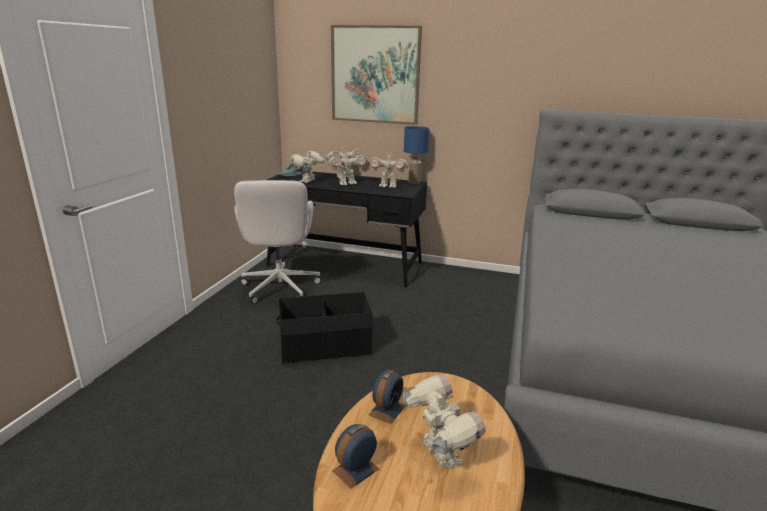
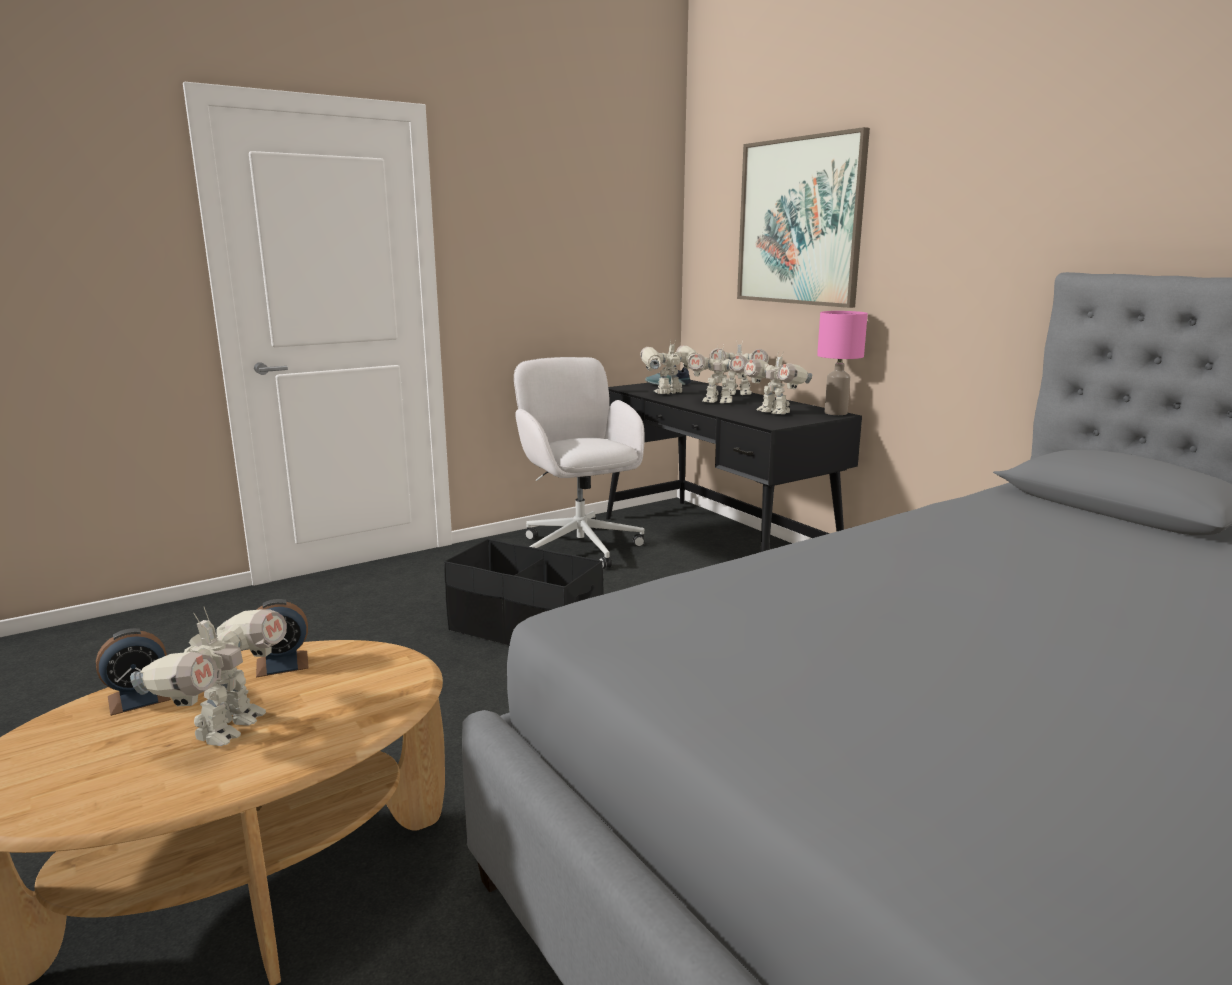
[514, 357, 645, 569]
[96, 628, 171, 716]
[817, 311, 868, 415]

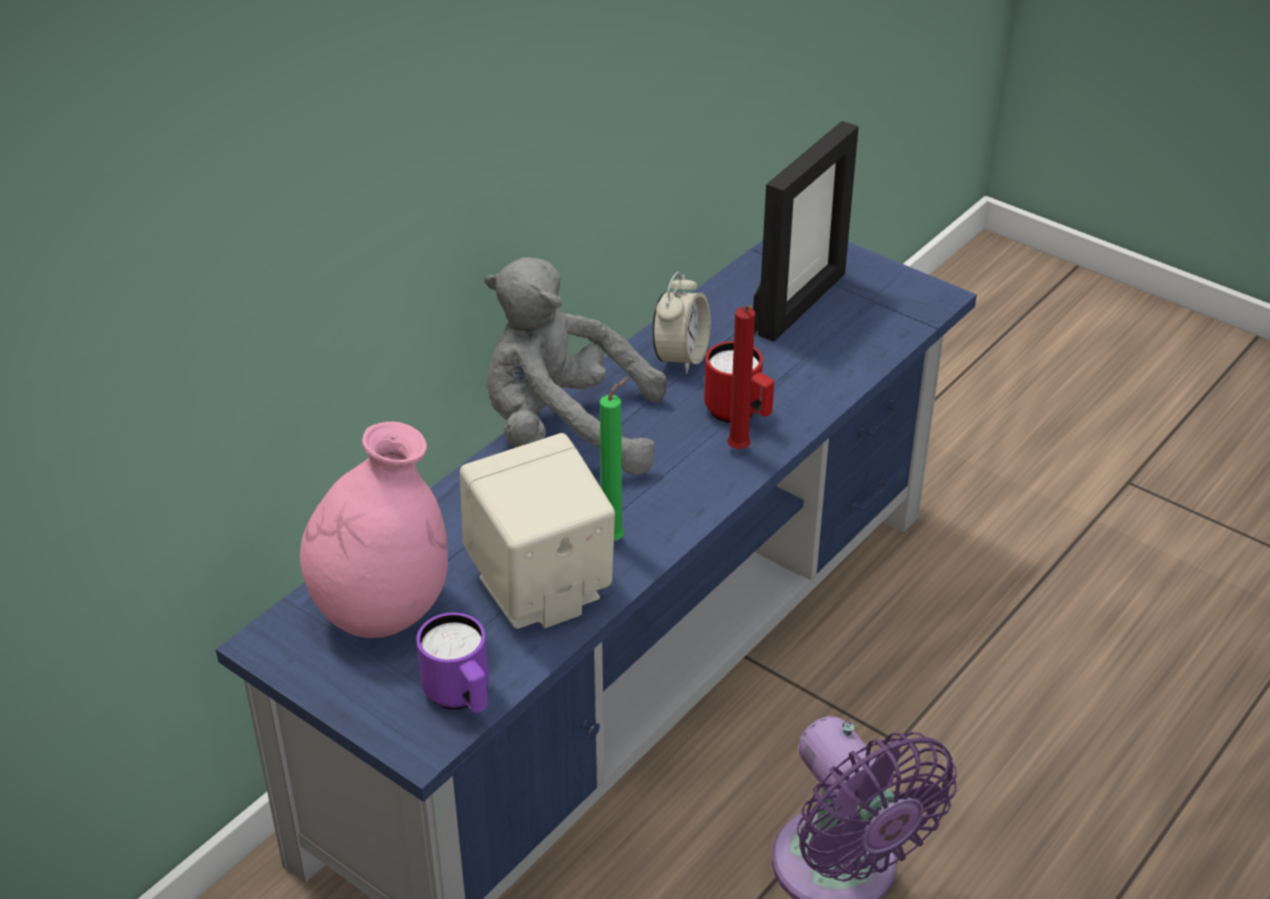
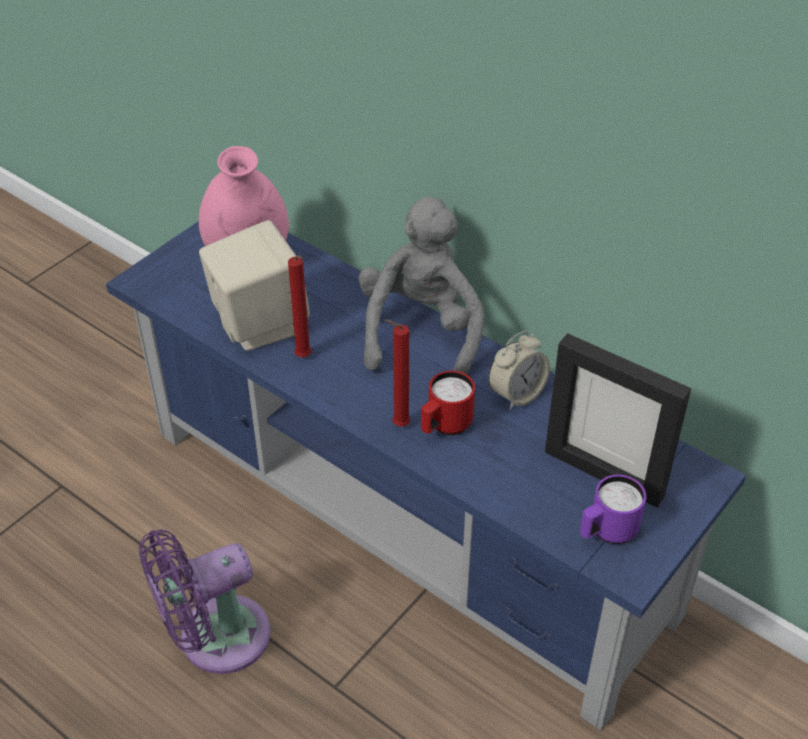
[580, 474, 646, 544]
[288, 255, 312, 357]
[488, 331, 550, 410]

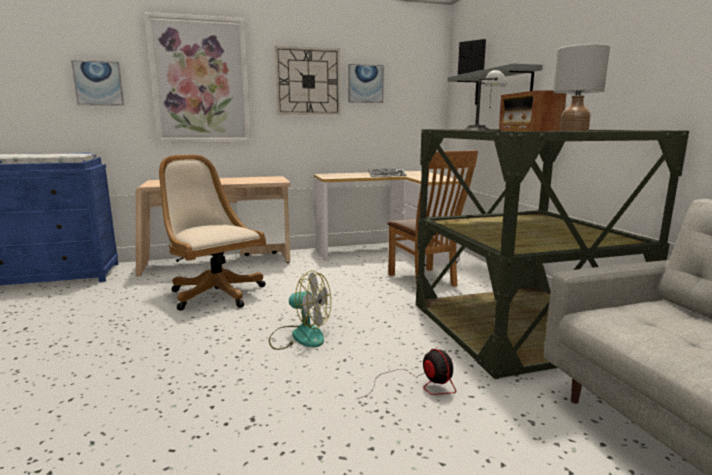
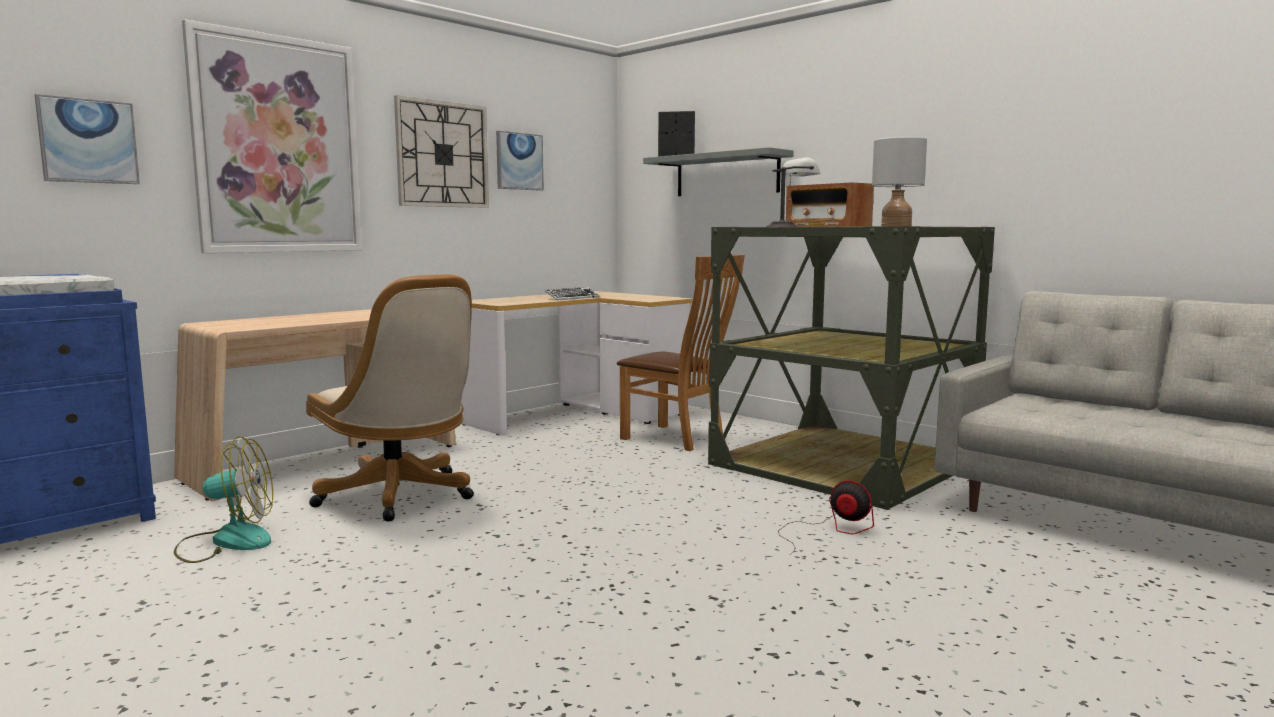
[306, 274, 474, 522]
[174, 436, 273, 563]

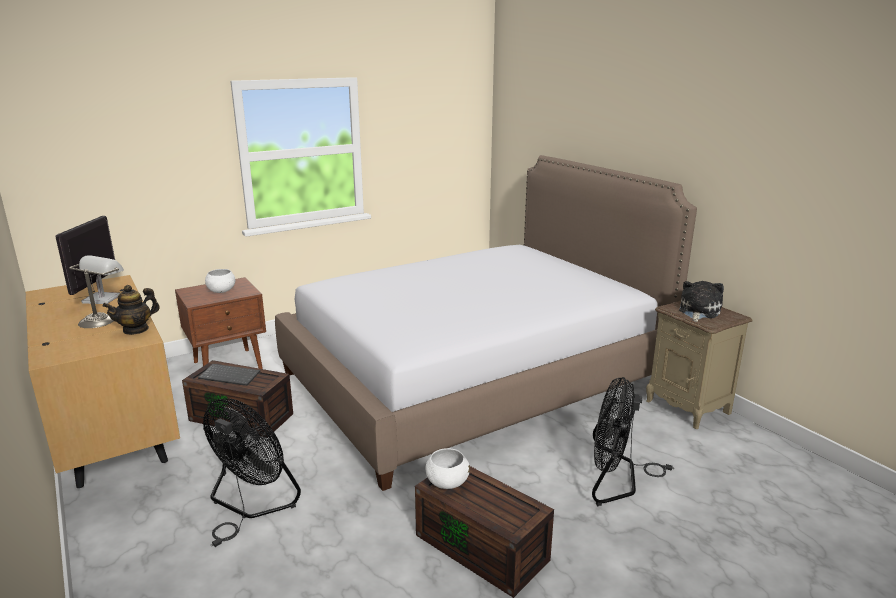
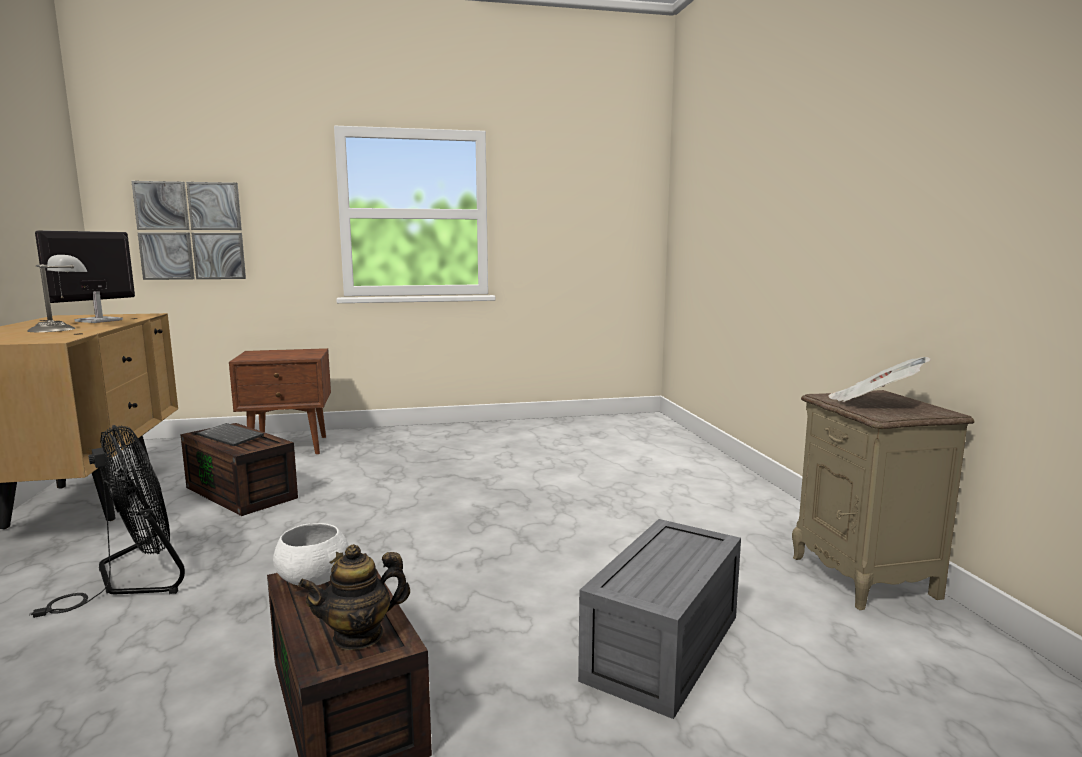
[298, 544, 410, 650]
[205, 269, 235, 293] (first image)
[275, 155, 697, 491] (first image)
[578, 519, 741, 719]
[828, 357, 931, 402]
[132, 181, 246, 280]

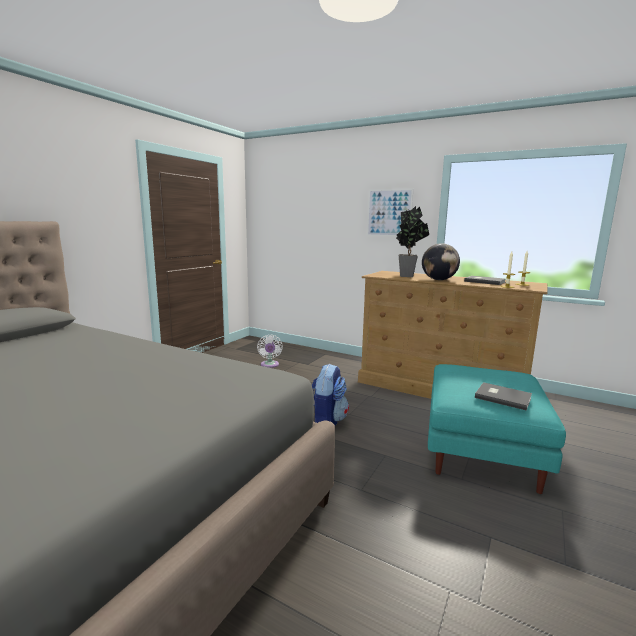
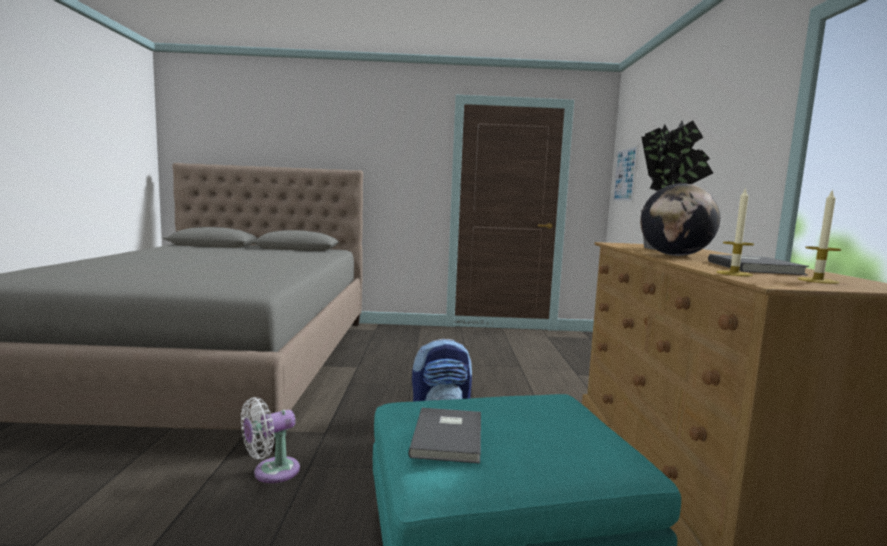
[241, 397, 300, 483]
[612, 144, 639, 202]

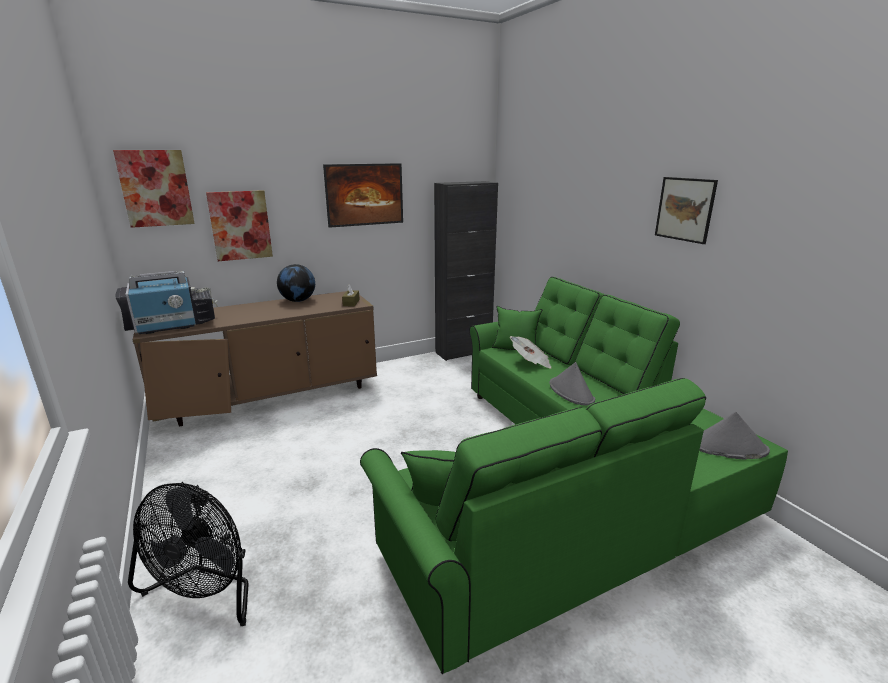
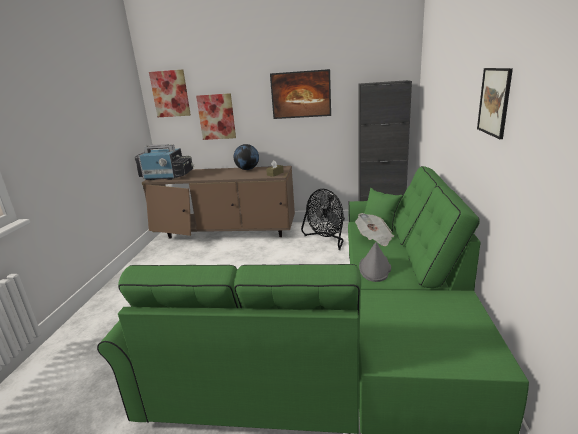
[301, 189, 345, 250]
[699, 412, 770, 459] (first image)

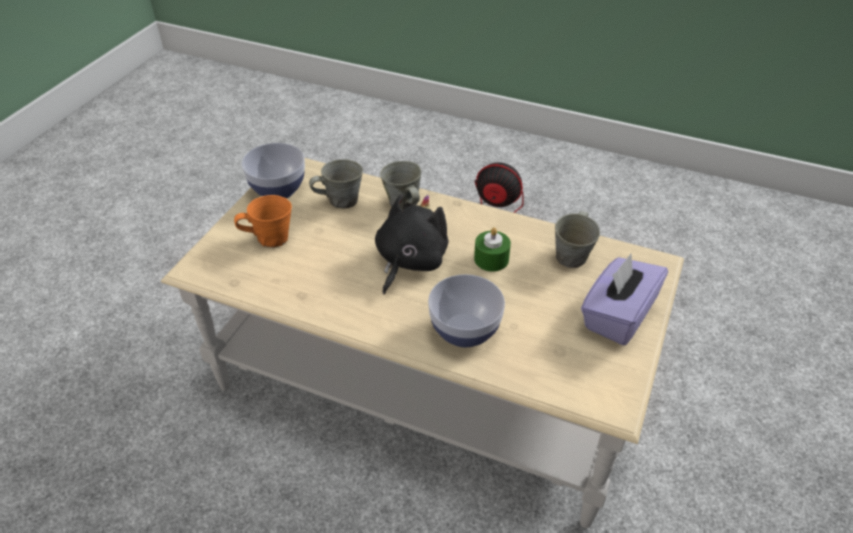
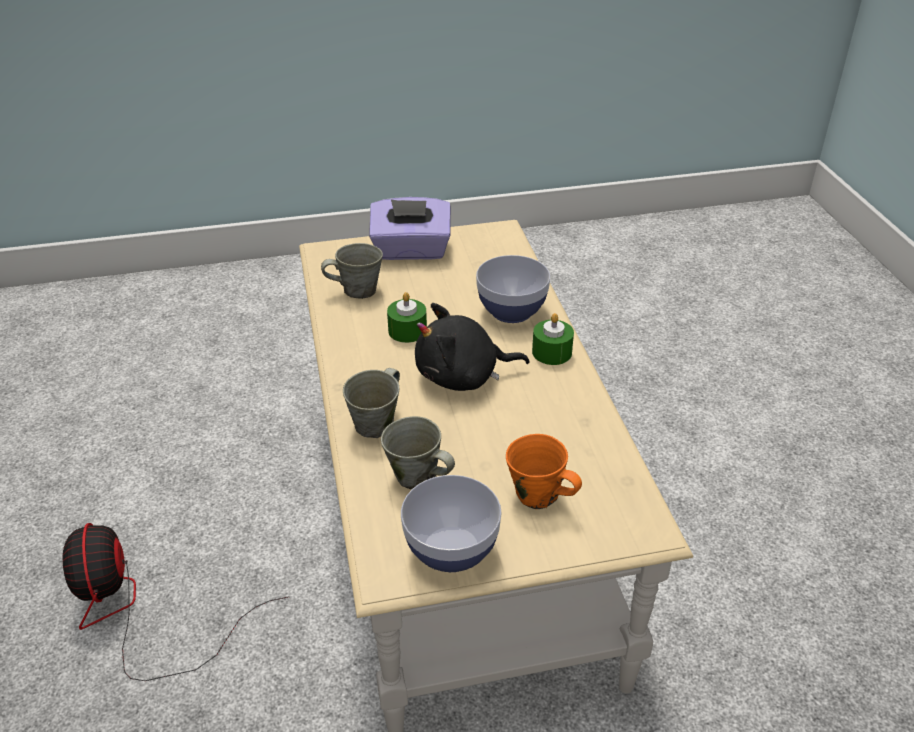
[532, 313, 574, 365]

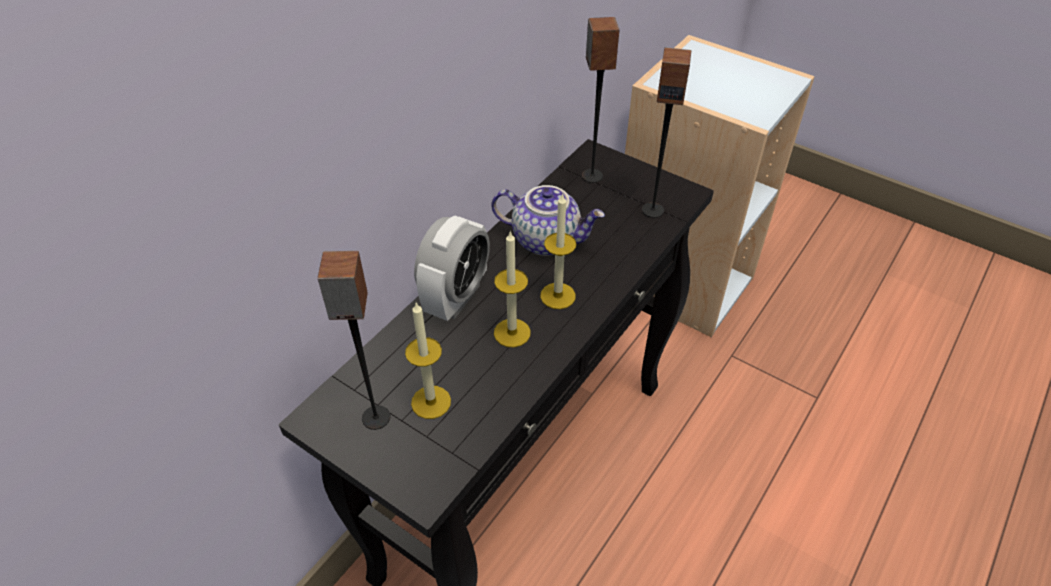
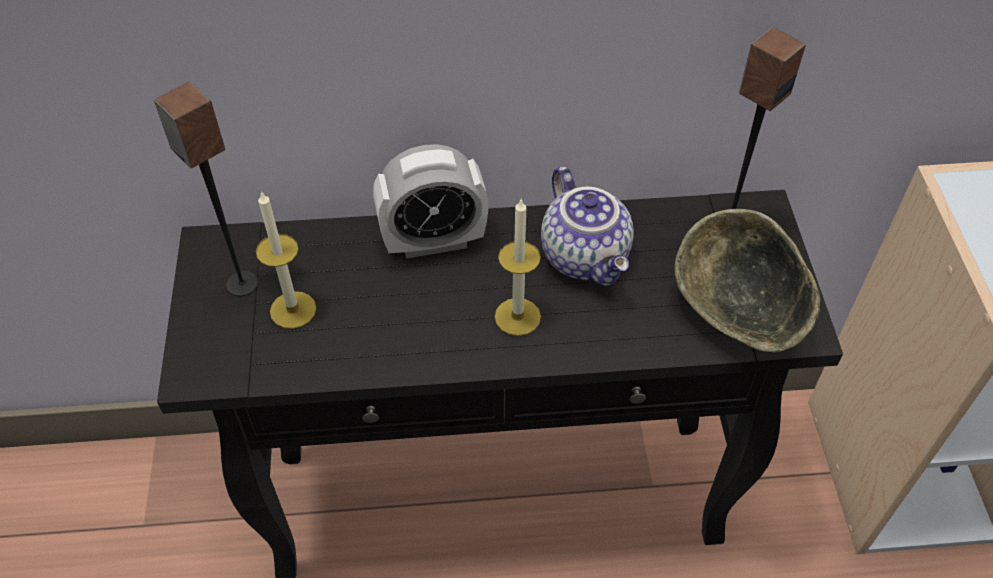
[494, 231, 531, 347] (first image)
[675, 209, 820, 352]

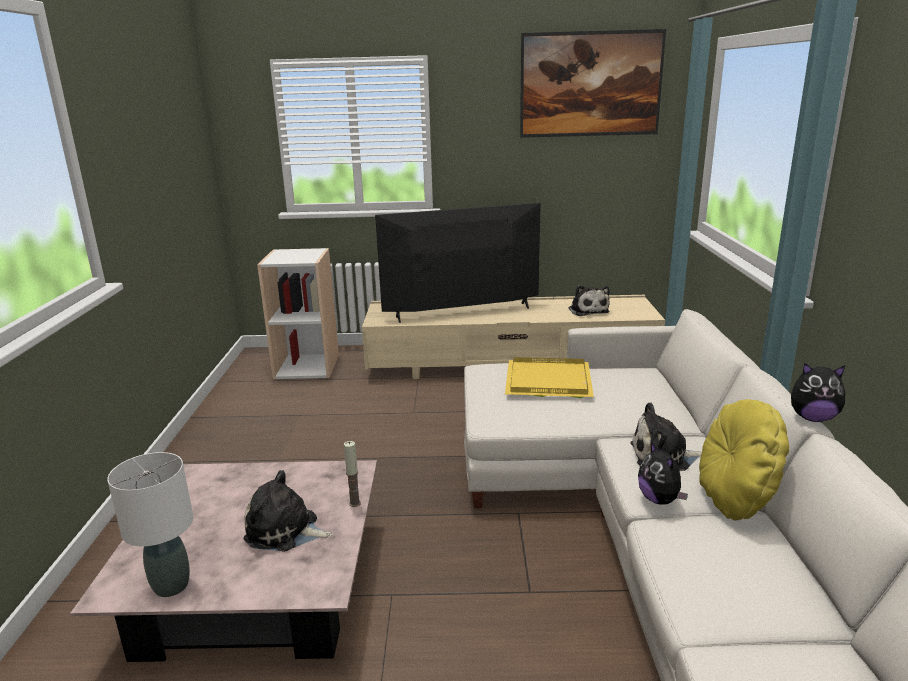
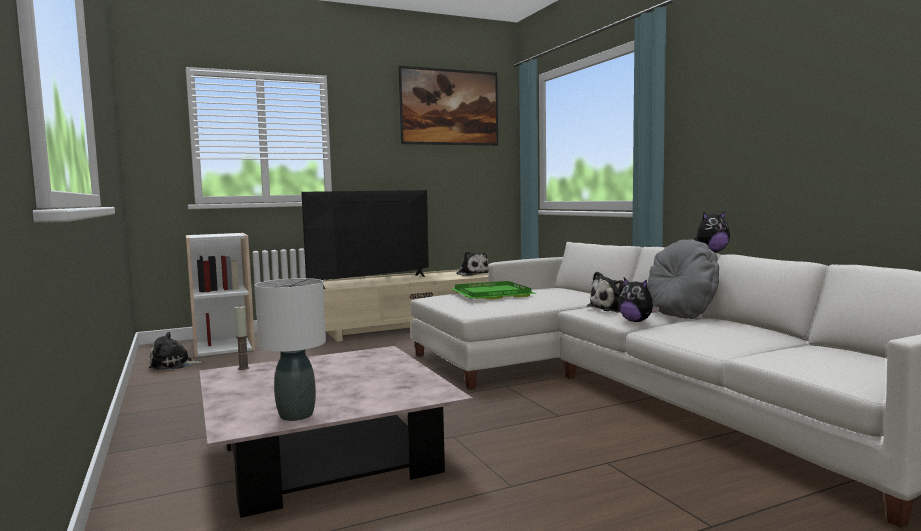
[149, 332, 204, 370]
[235, 306, 250, 370]
[451, 281, 537, 299]
[647, 239, 719, 319]

